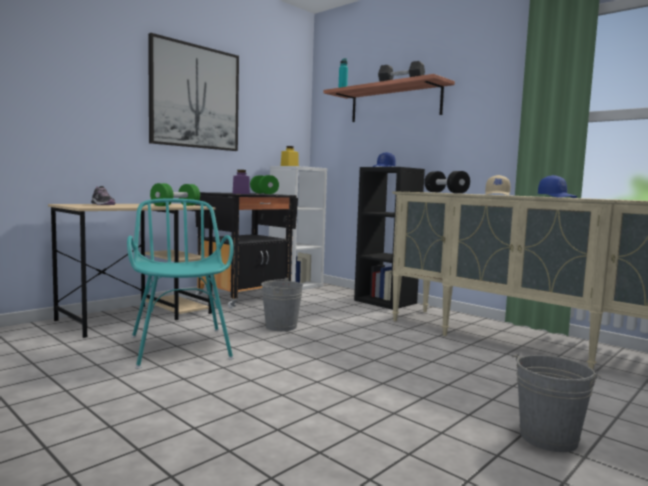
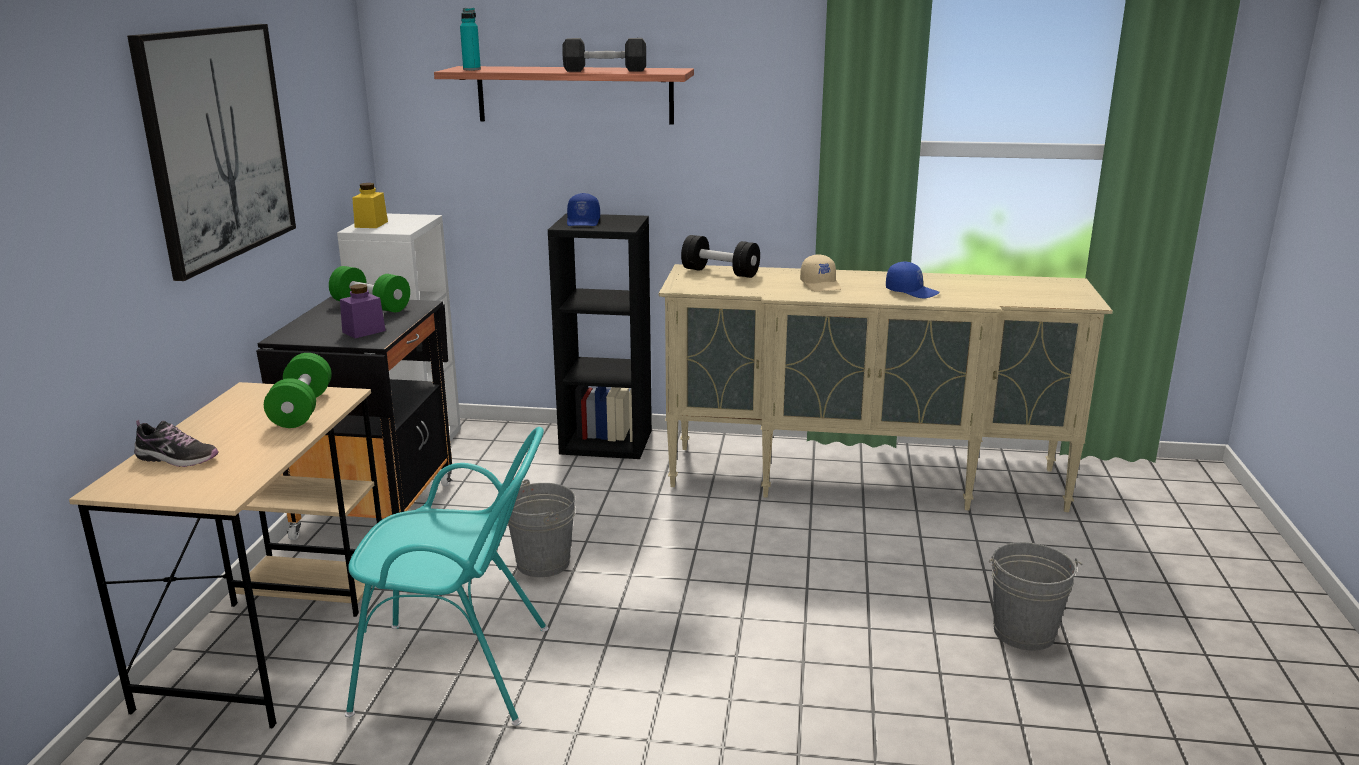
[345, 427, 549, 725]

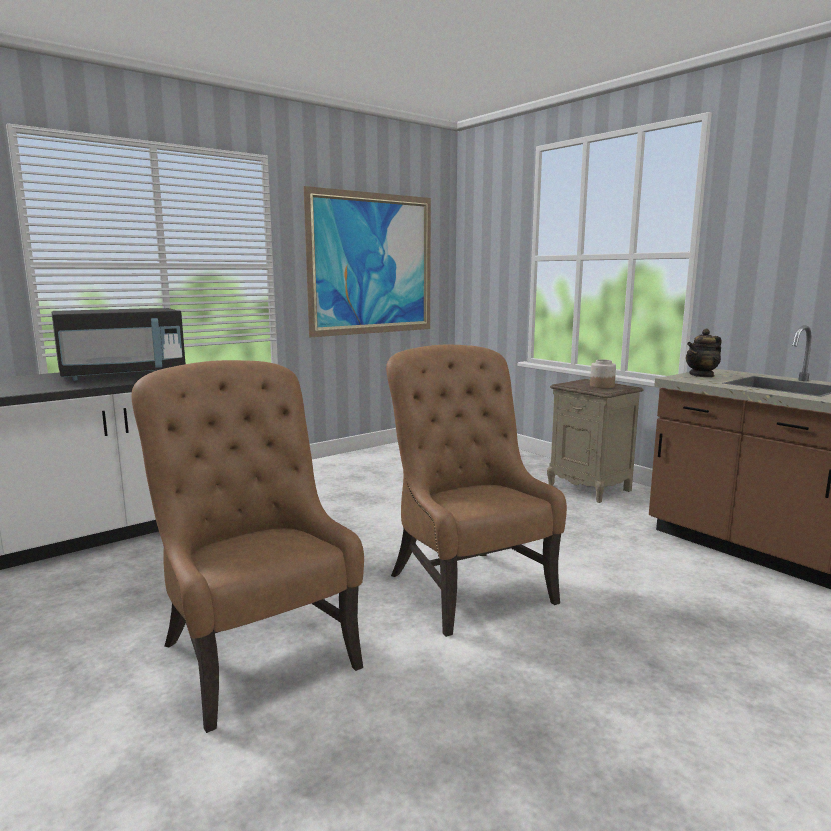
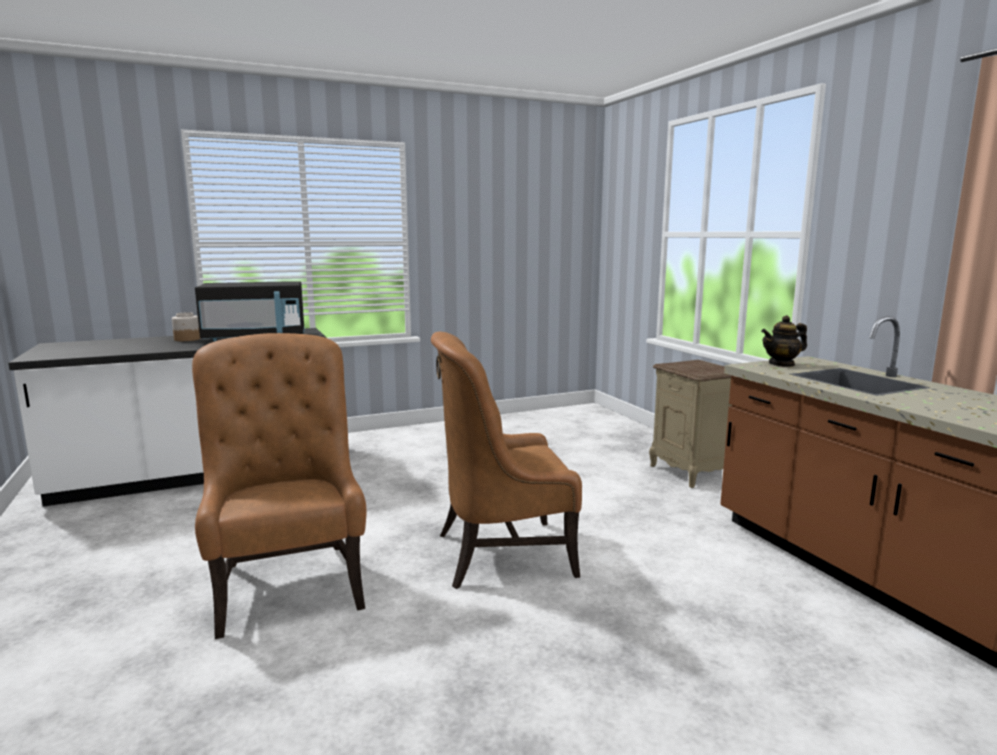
[303, 186, 431, 337] (first image)
[431, 332, 582, 589]
[172, 312, 200, 341]

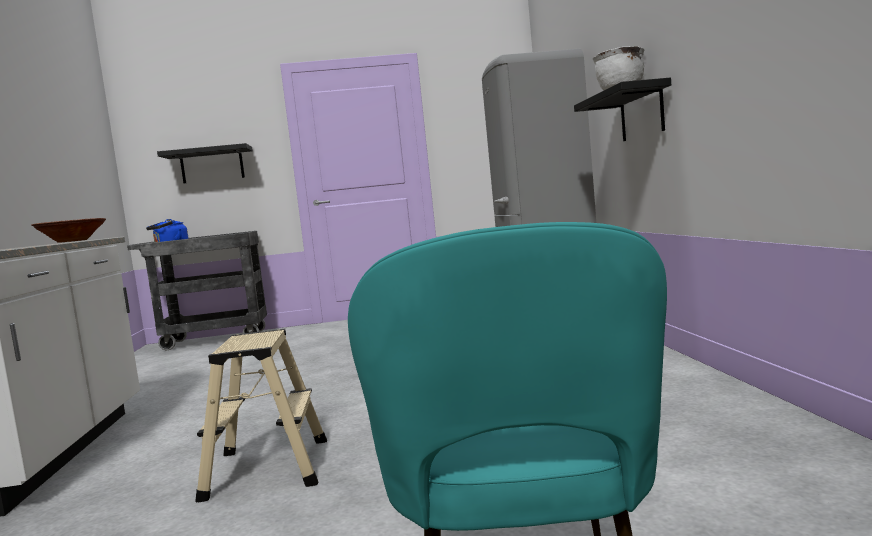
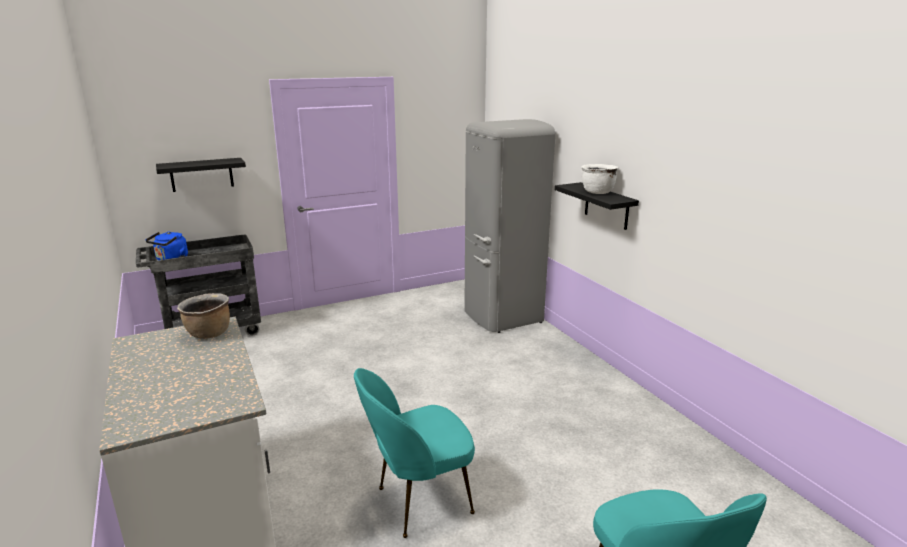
[177, 293, 230, 339]
[354, 368, 475, 538]

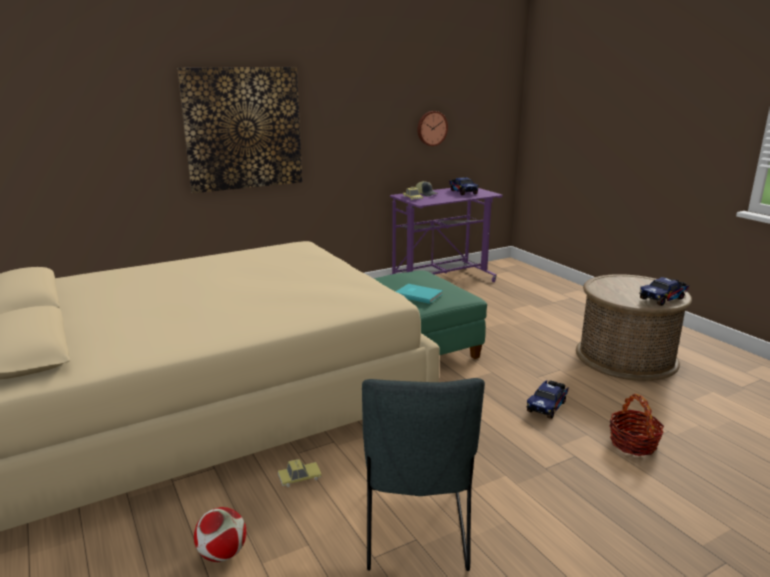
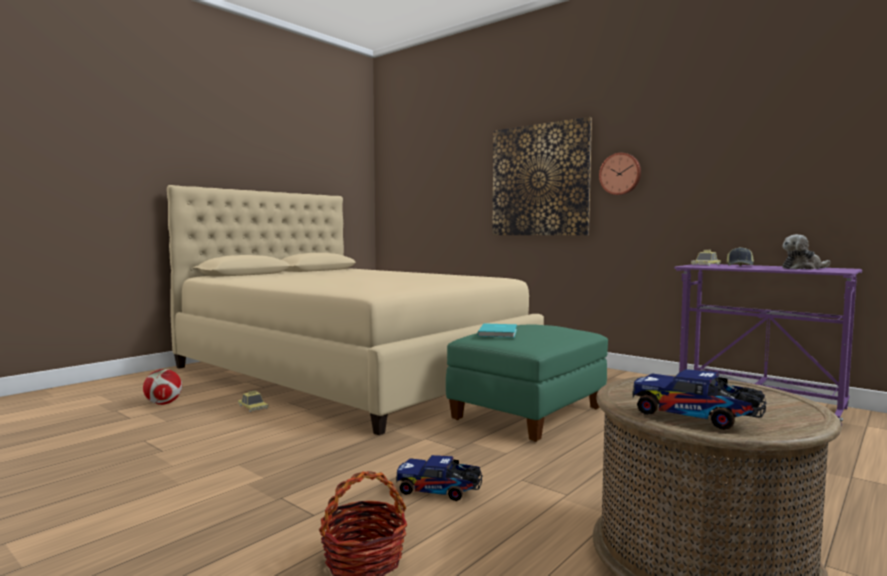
[362, 378, 485, 571] (first image)
[599, 153, 641, 195]
[782, 235, 830, 269]

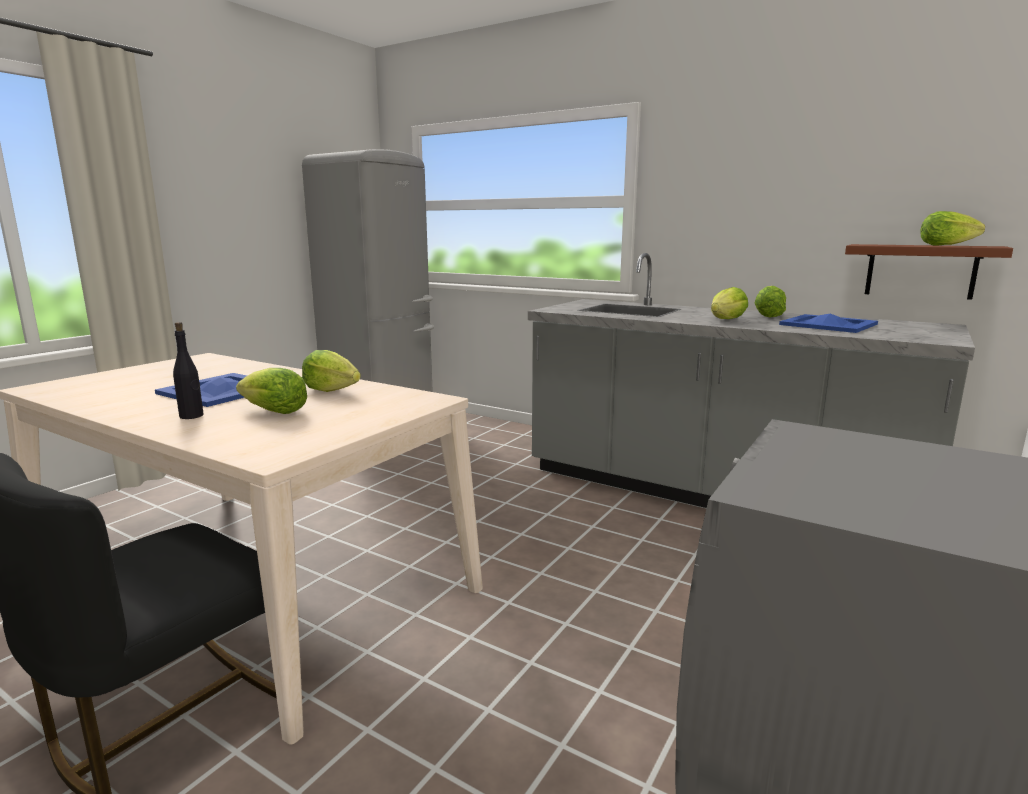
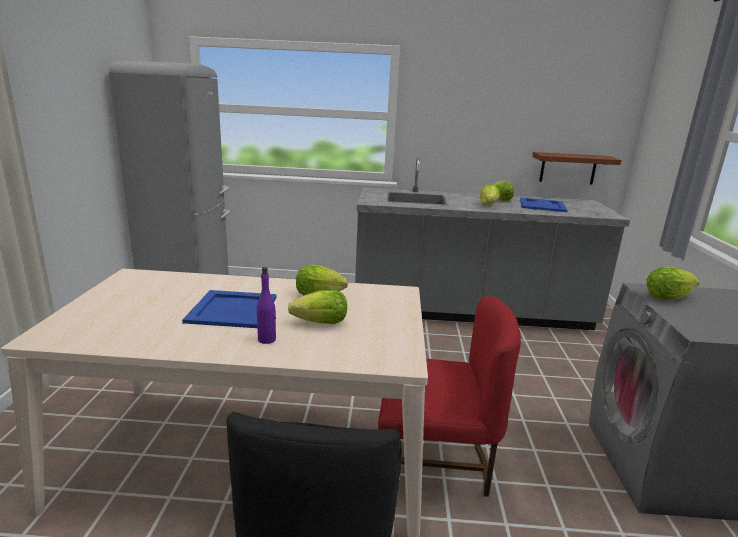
[257, 267, 276, 344]
[646, 267, 700, 300]
[378, 296, 521, 497]

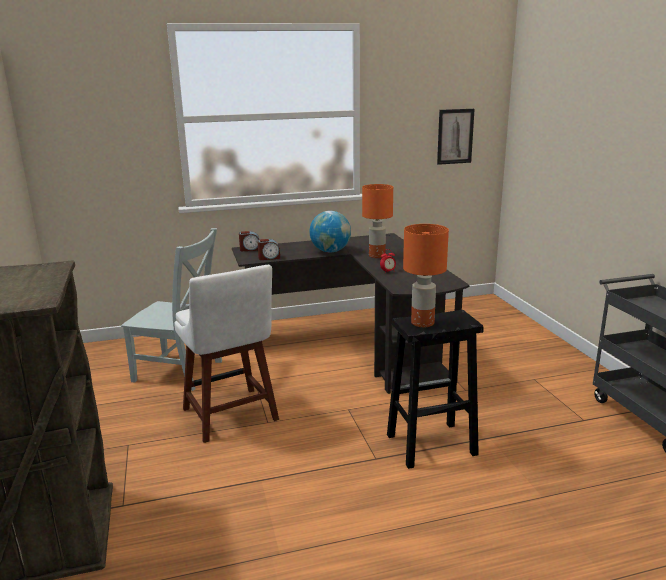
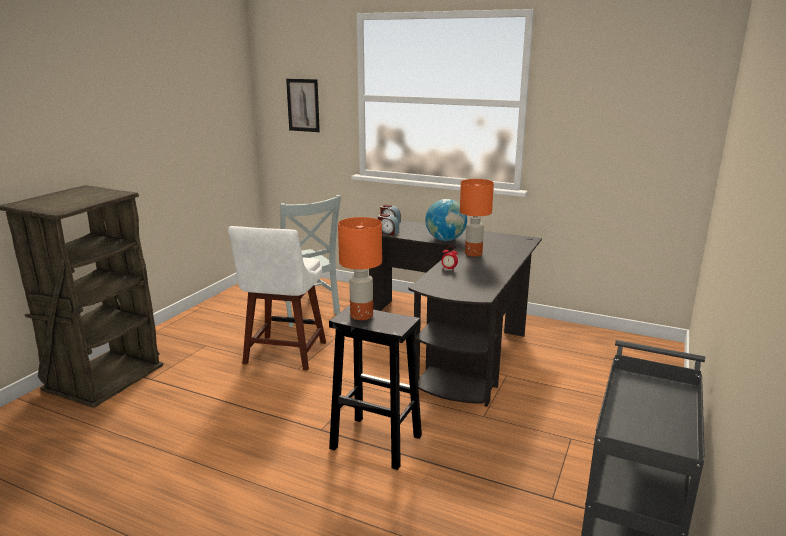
[286, 79, 320, 132]

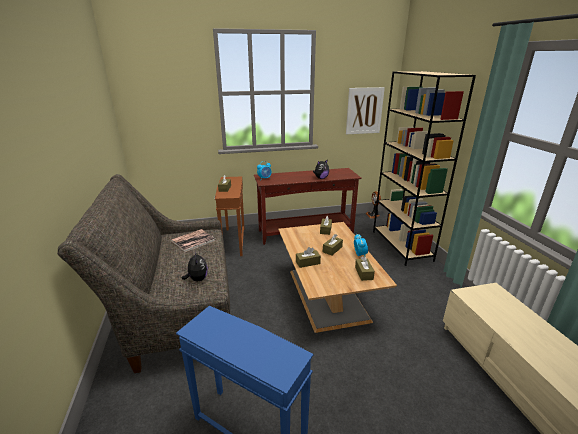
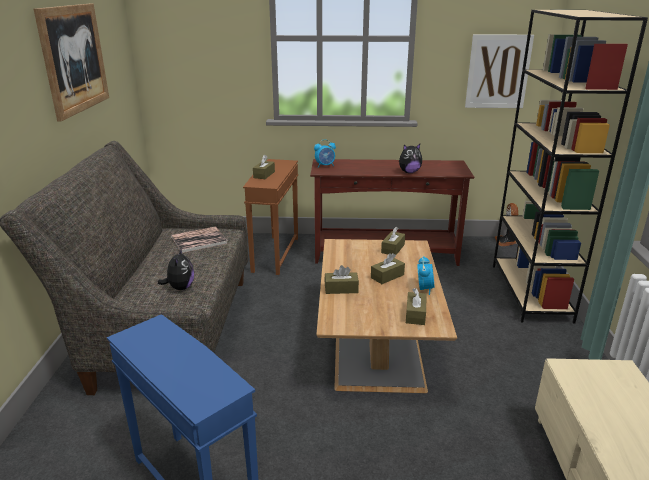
[34, 3, 109, 122]

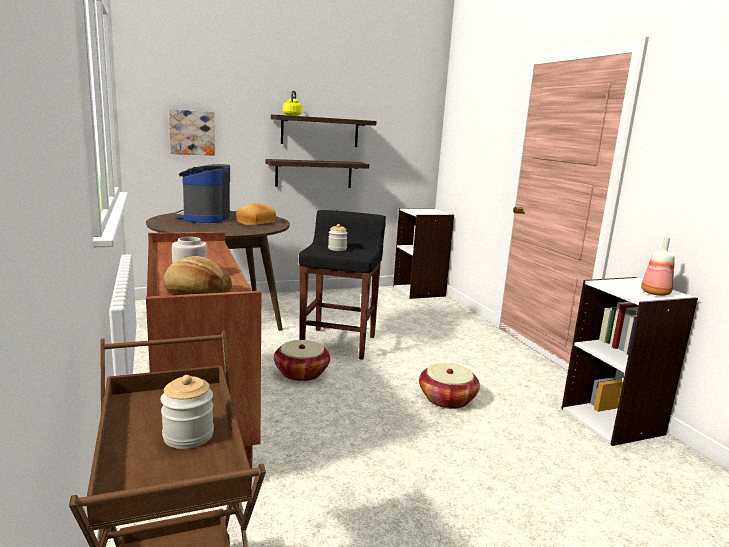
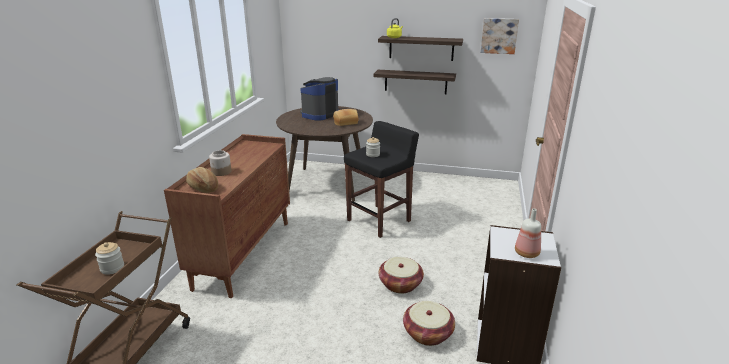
[481, 18, 519, 54]
[403, 301, 455, 346]
[393, 208, 454, 299] (first image)

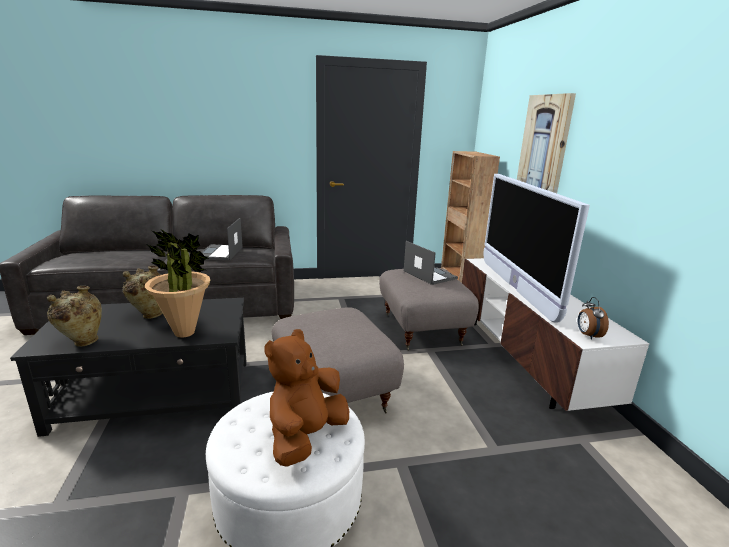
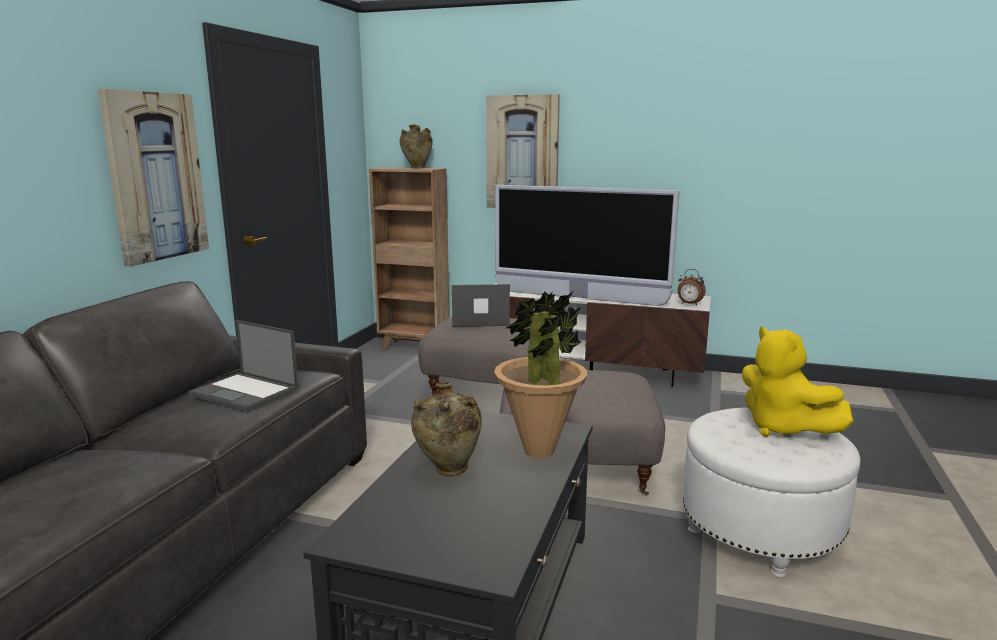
[400, 124, 433, 169]
[742, 327, 853, 437]
[98, 89, 209, 267]

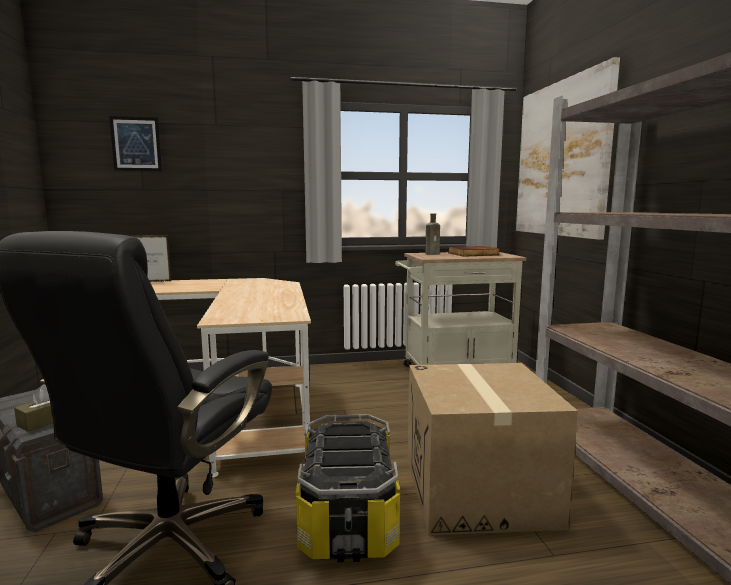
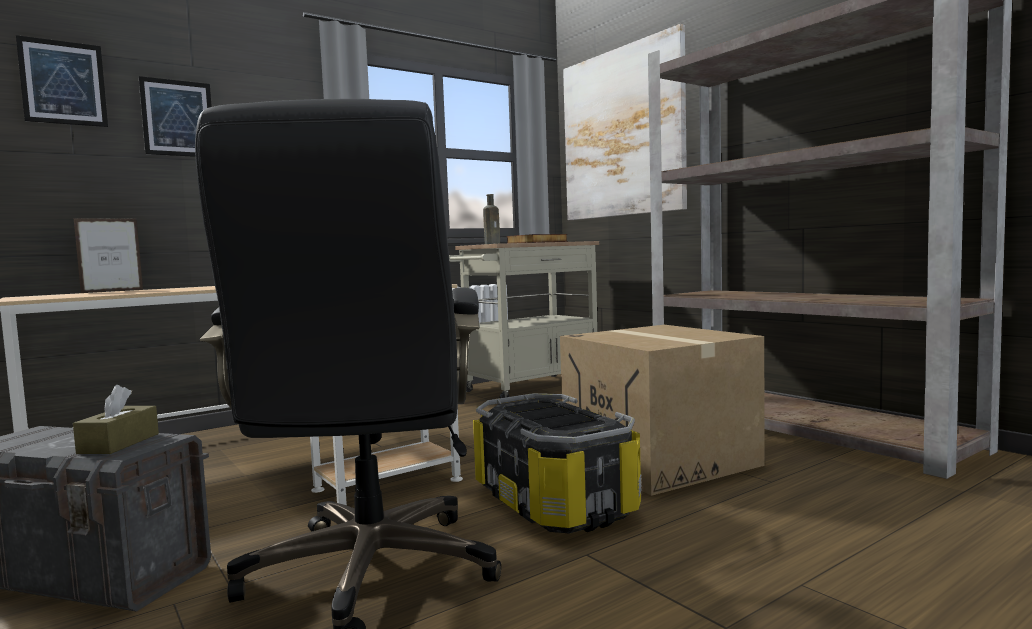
[139, 76, 212, 157]

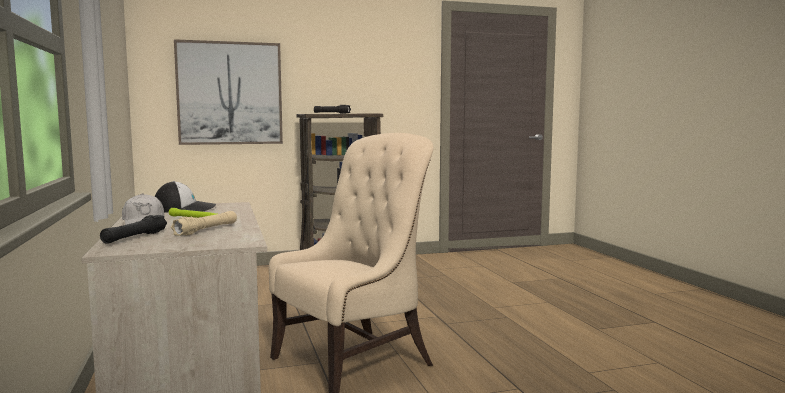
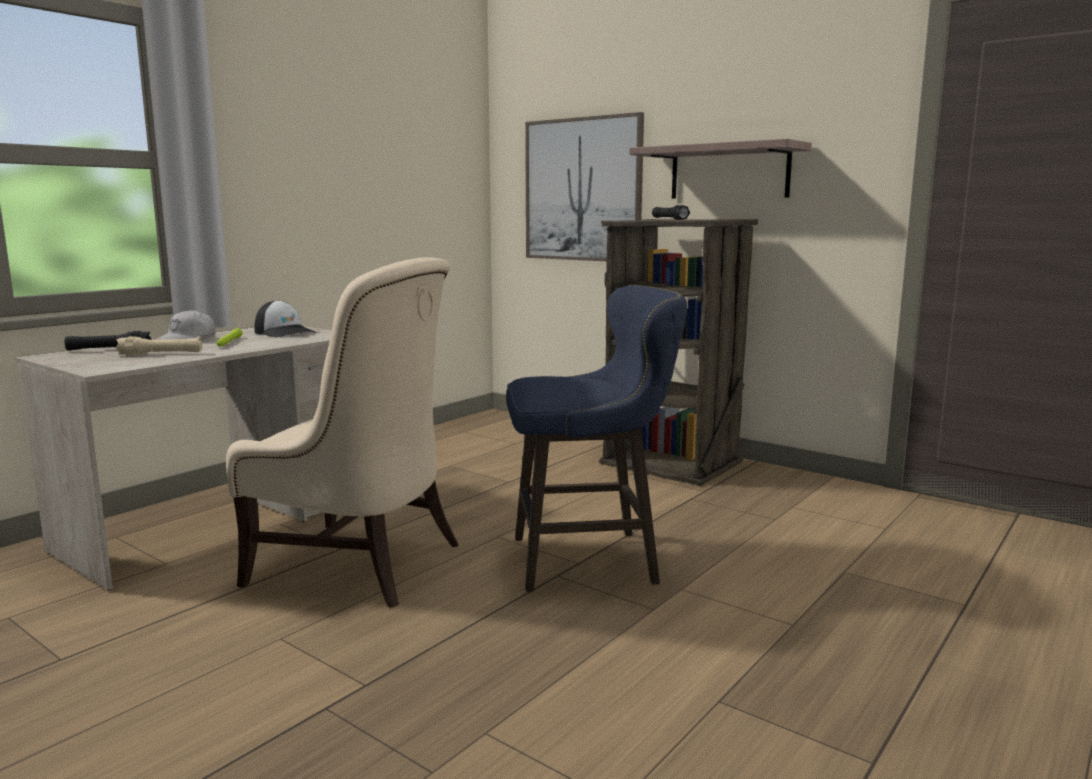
[506, 285, 687, 592]
[629, 139, 812, 199]

